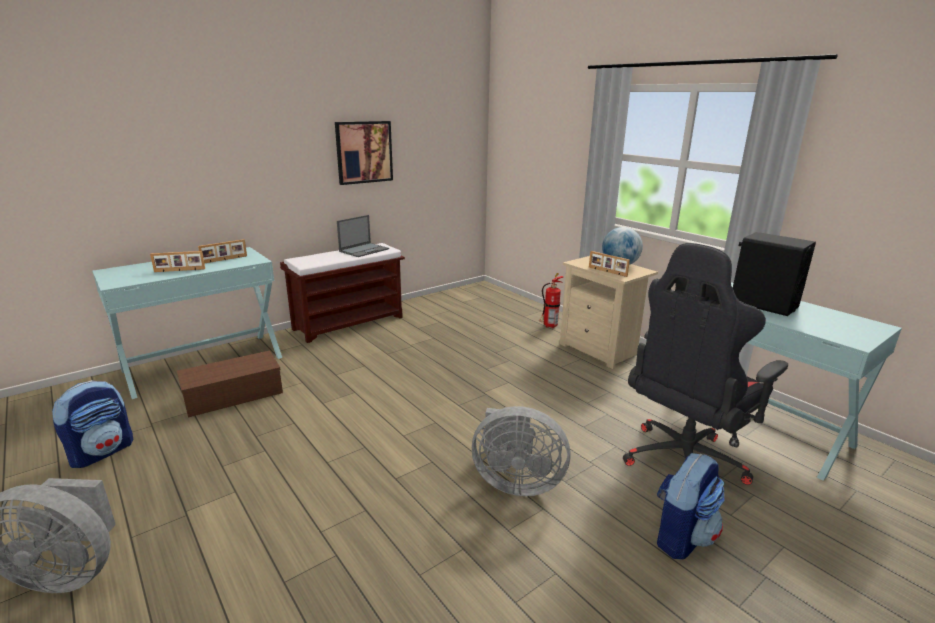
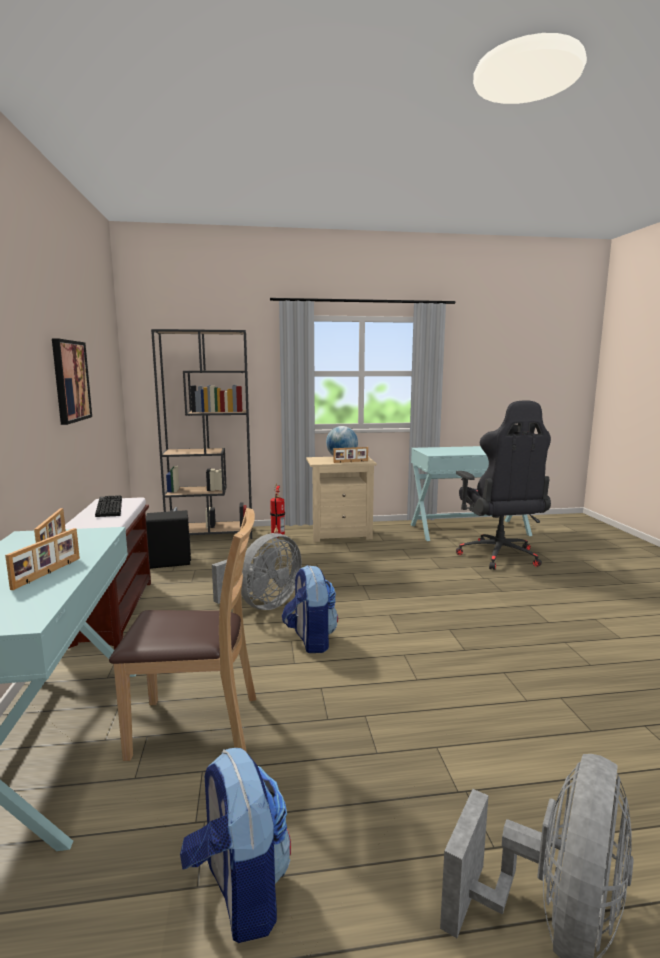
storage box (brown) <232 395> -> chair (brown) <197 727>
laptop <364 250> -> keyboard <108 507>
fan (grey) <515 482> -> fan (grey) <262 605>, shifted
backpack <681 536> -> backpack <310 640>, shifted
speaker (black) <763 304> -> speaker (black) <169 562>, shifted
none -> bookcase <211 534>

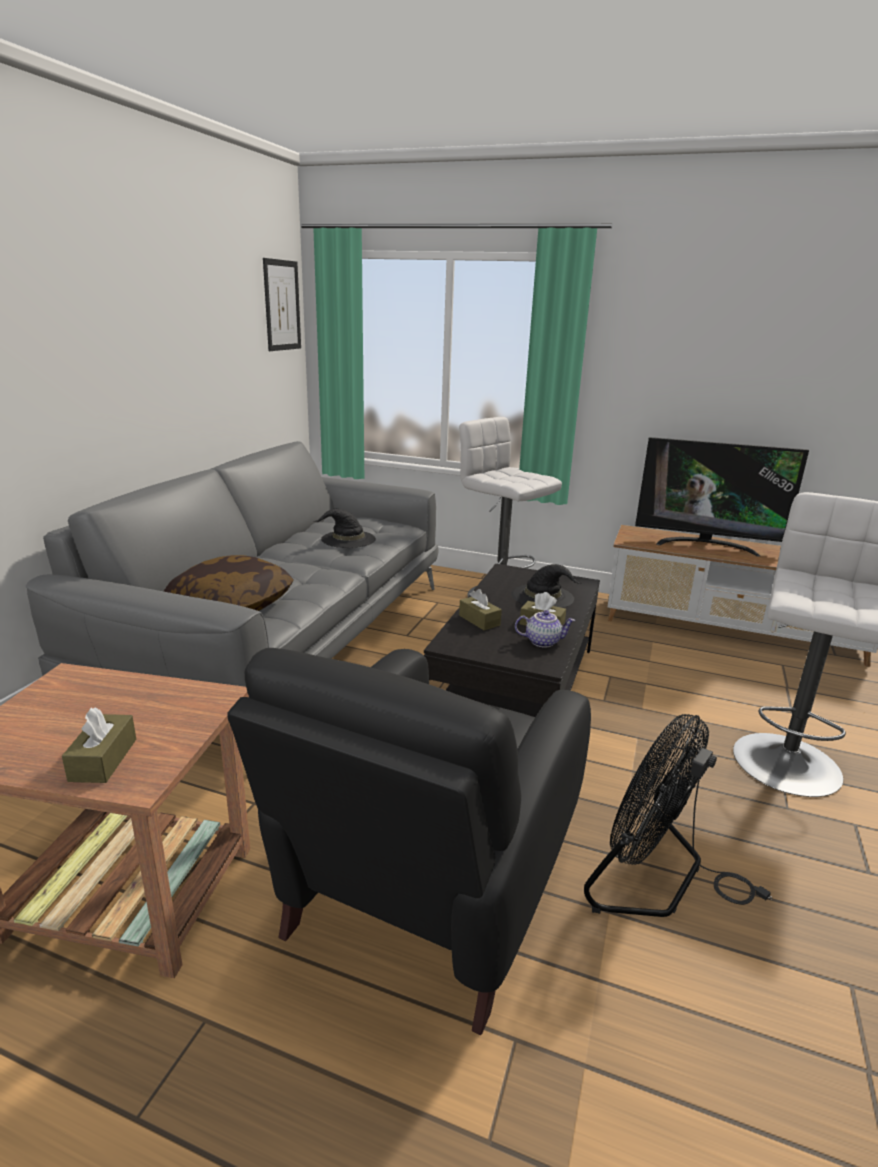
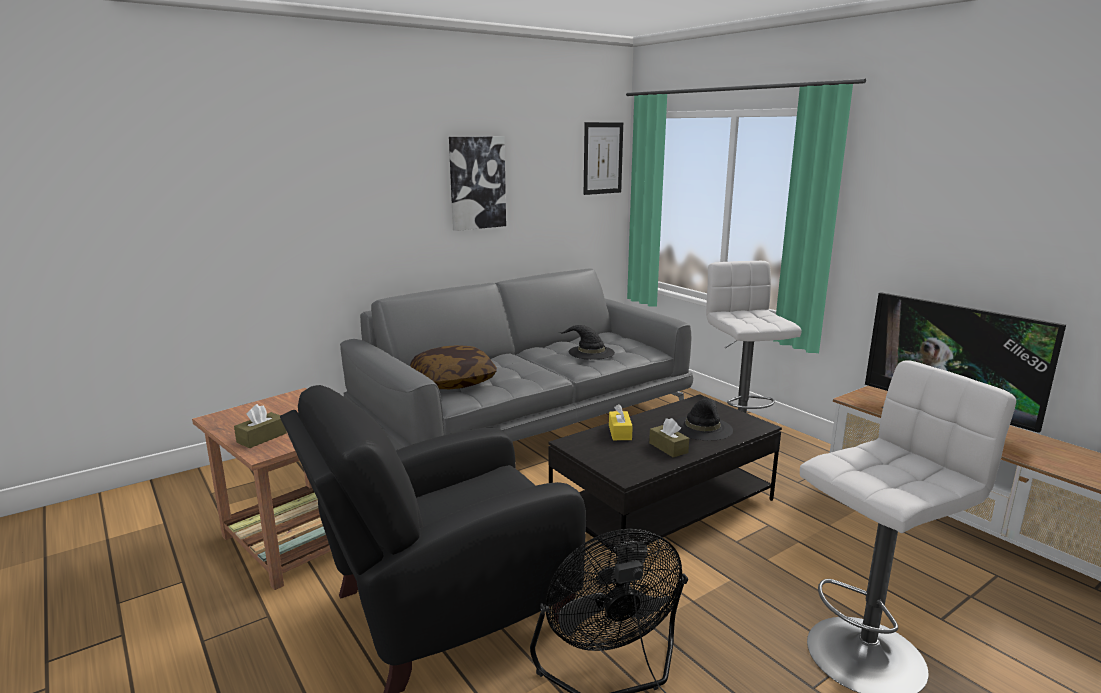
tissue box (brown) <479 620> -> tissue box (yellow) <620 432>
teapot <543 641> -> none
none -> picture <477 183>

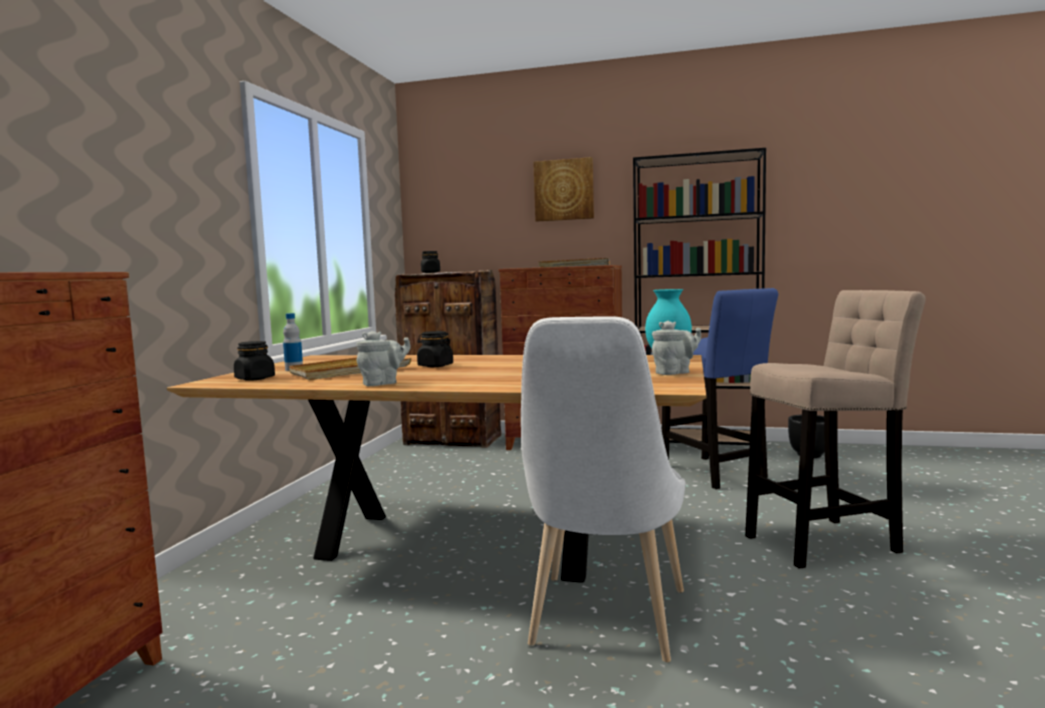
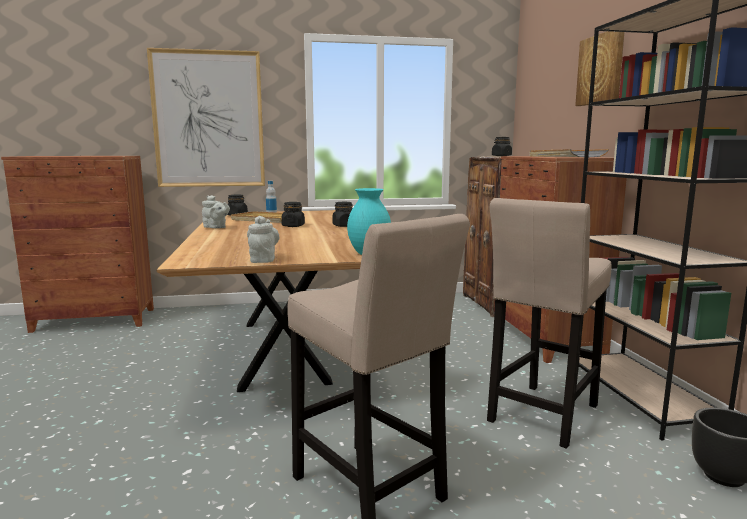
chair (white) <605 623> -> none
teapot (grey) <675 373> -> teapot (grey) <263 260>, 135 degrees counterclockwise
stool (blue) <715 474> -> stool (beige) <541 416>
none -> picture <208 119>
none -> jar (black) <344 226>

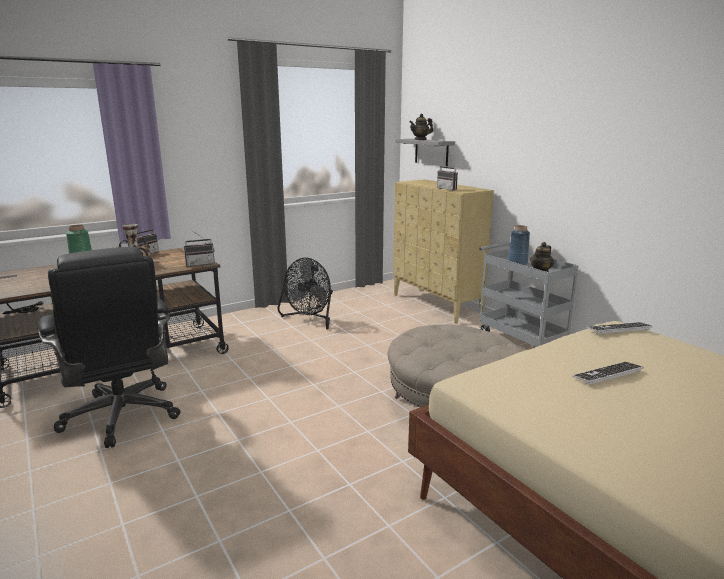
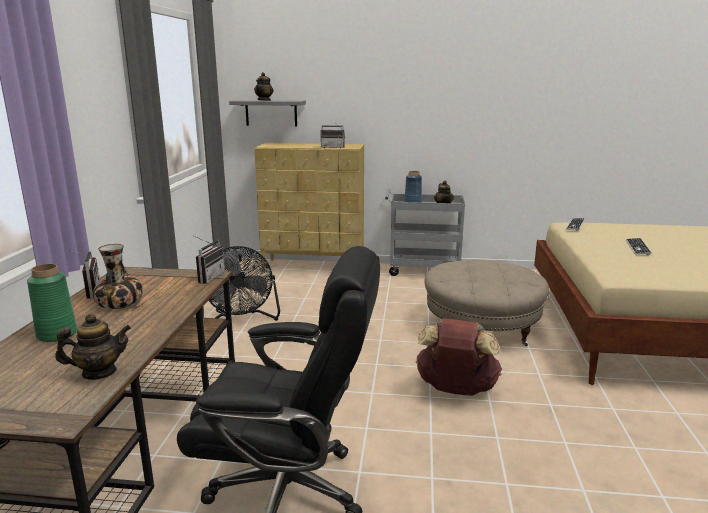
none -> teapot <99 372>
none -> backpack (brown) <455 390>

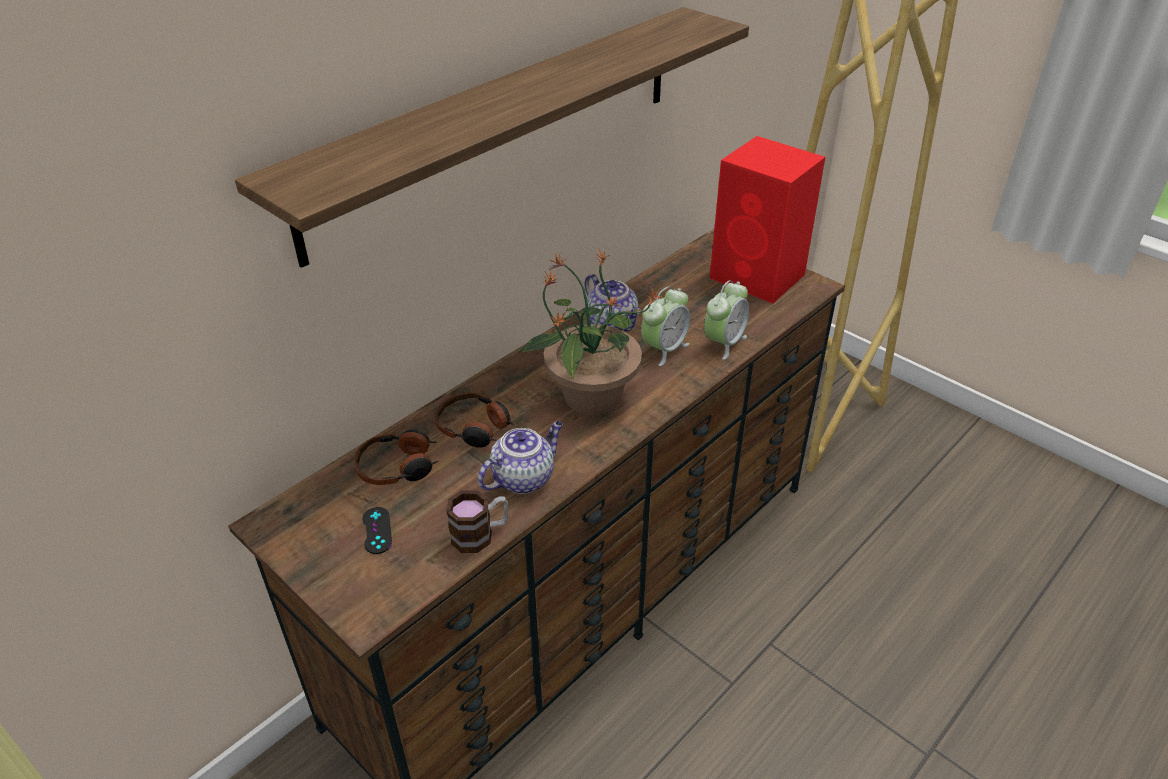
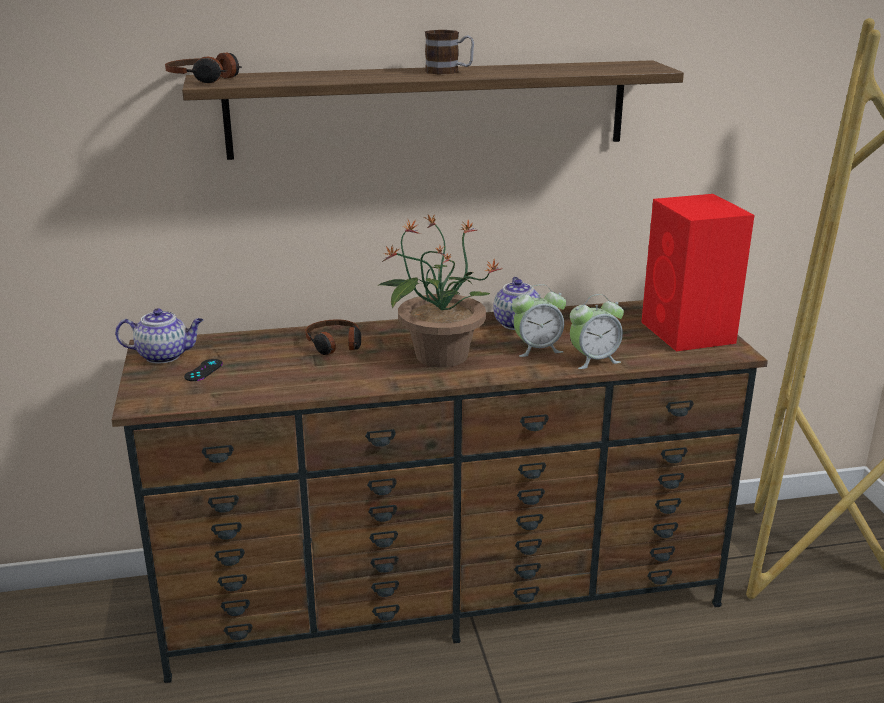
headphones <398 467> -> headphones <204 79>, shifted
mug <480 534> -> mug <449 71>, shifted
teapot <523 477> -> teapot <164 356>, shifted

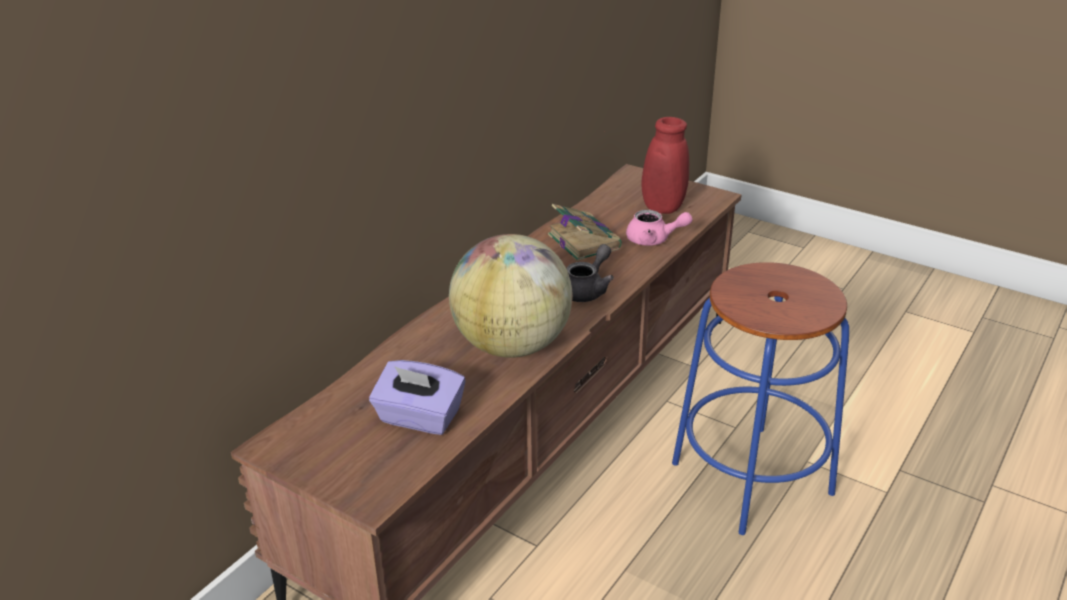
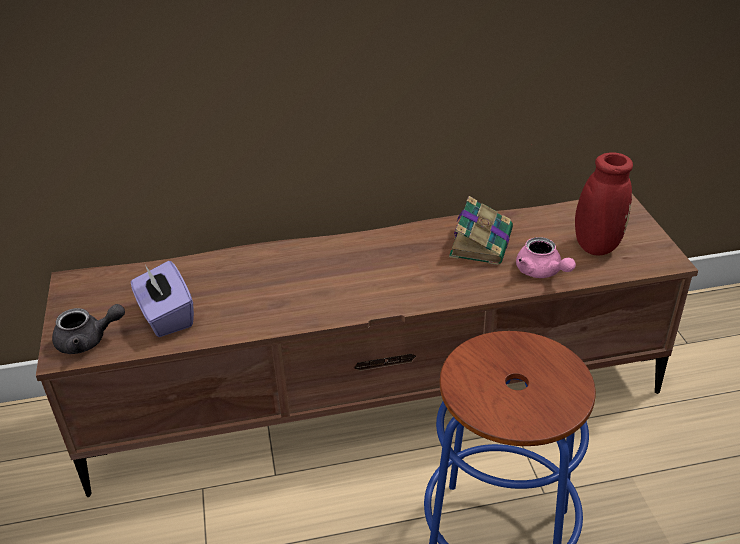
globe <512 345> -> none
teapot (grey) <587 290> -> teapot (grey) <88 341>, shifted

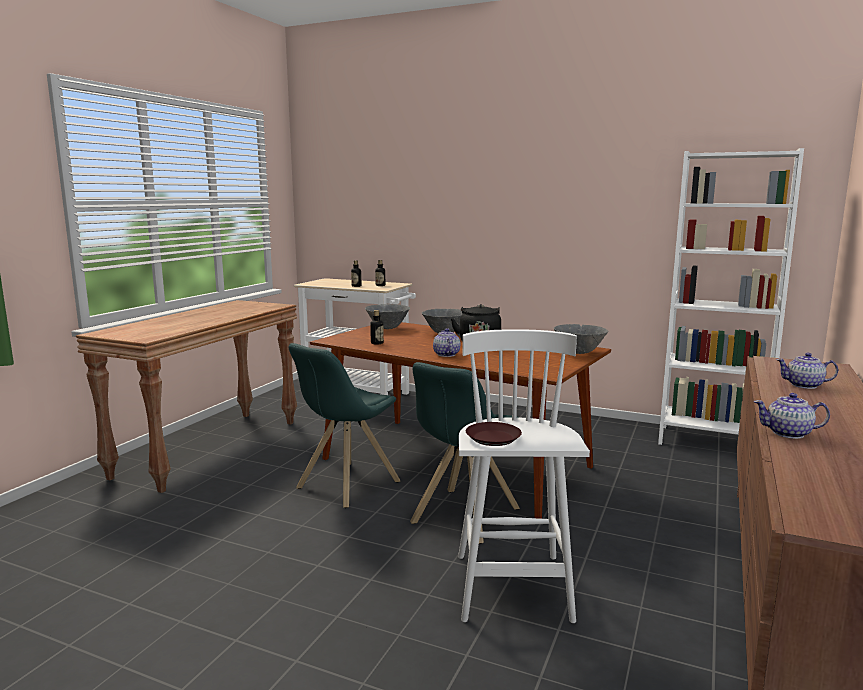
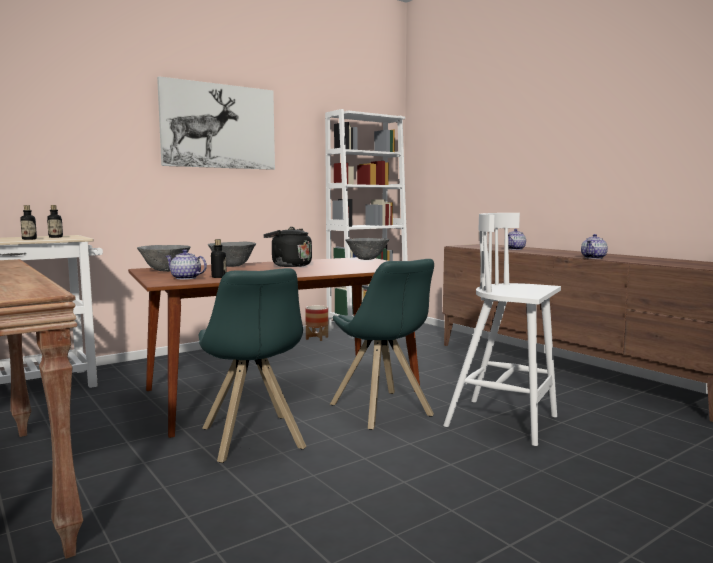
teapot <446 354> -> teapot <186 278>, shifted
plate (brown) <492 438> -> none
none -> picture <219 126>
none -> planter <317 338>

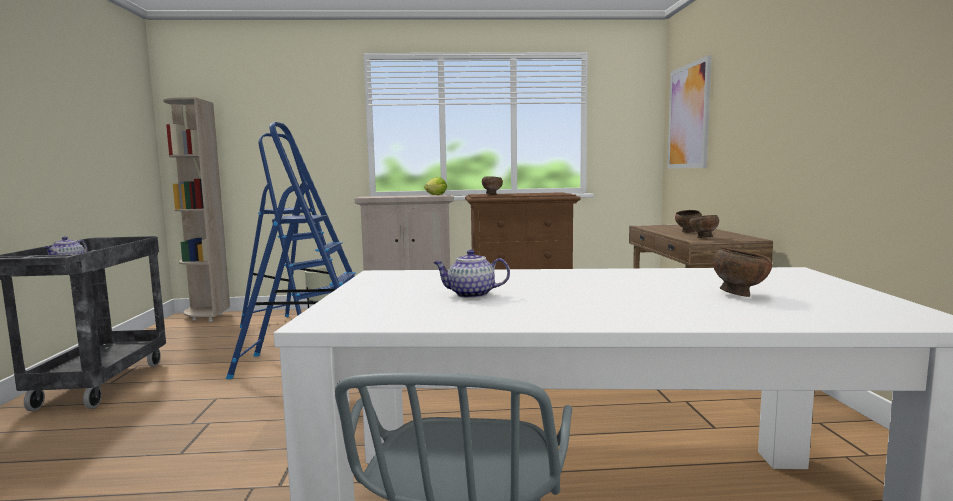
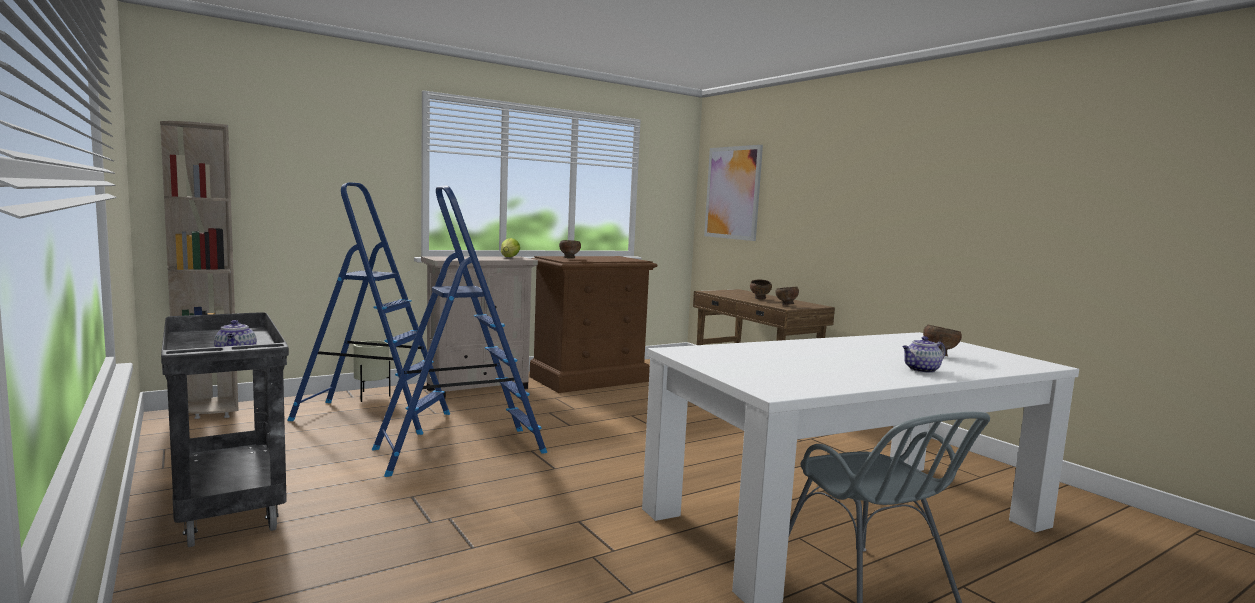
teapot <470 295> -> teapot <921 370>, shifted

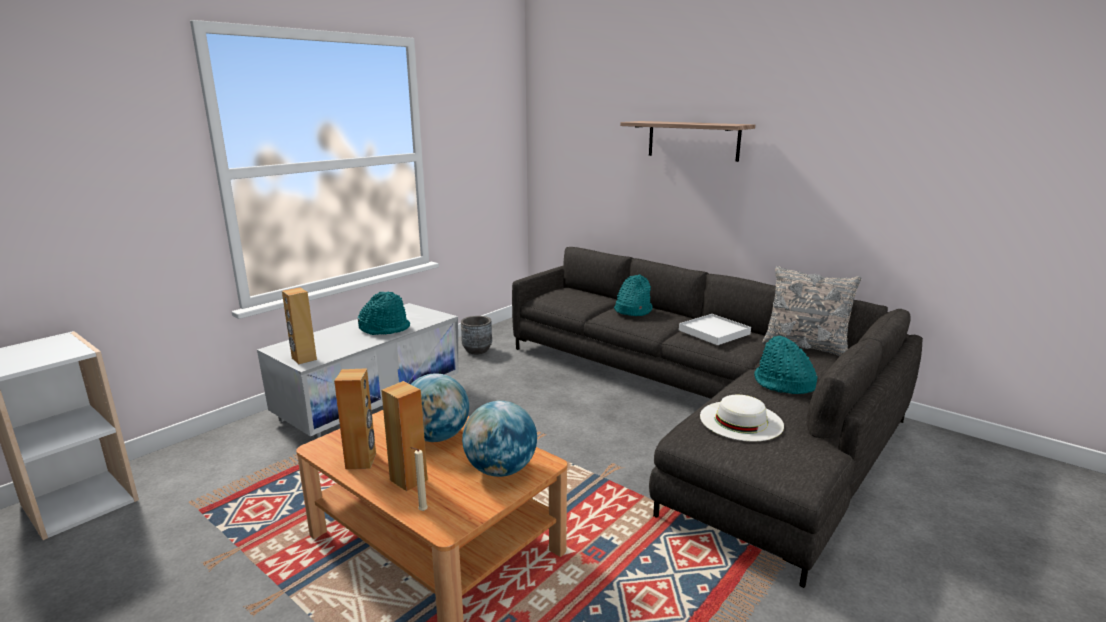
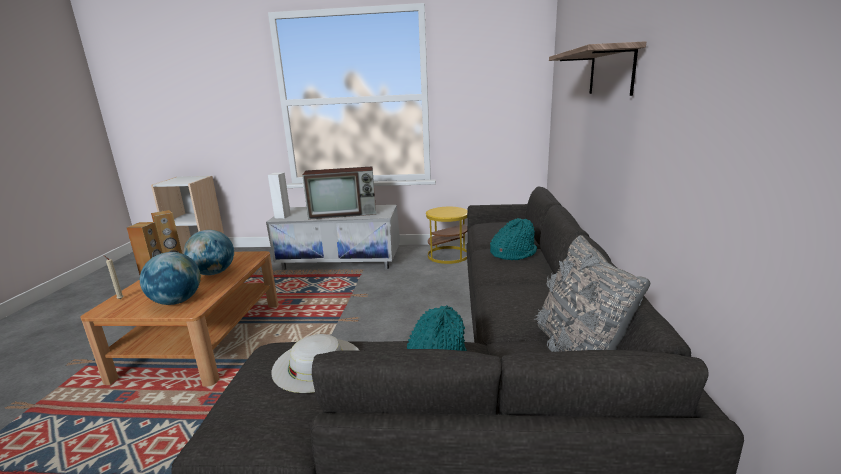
speaker (brown) <303 359> -> speaker (white) <282 216>
hat (turquoise) <385 328> -> television <344 213>
planter (grey) <477 350> -> side table (yellow) <448 255>
tray (white) <714 332> -> none

